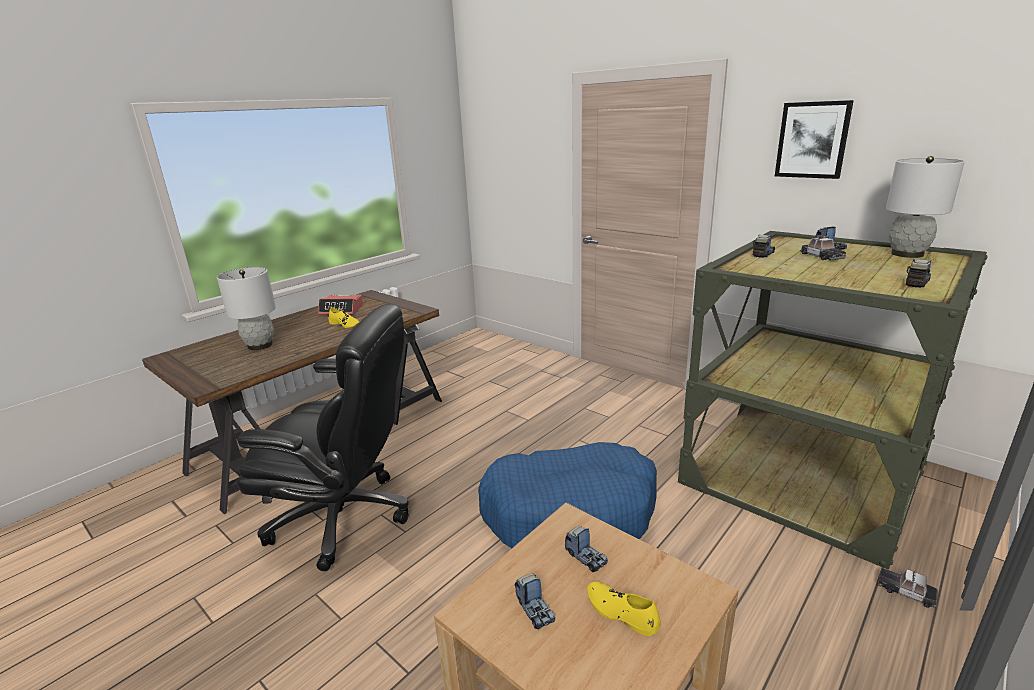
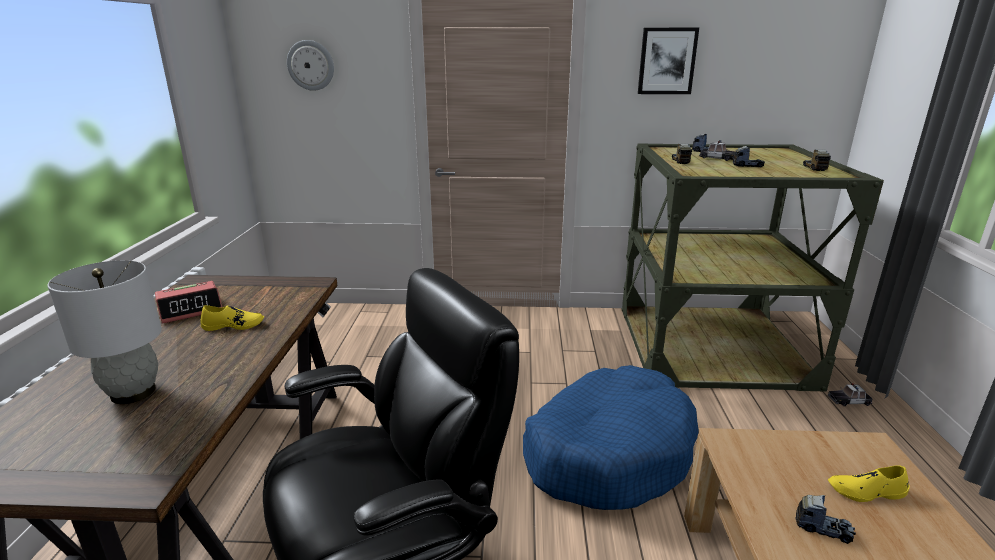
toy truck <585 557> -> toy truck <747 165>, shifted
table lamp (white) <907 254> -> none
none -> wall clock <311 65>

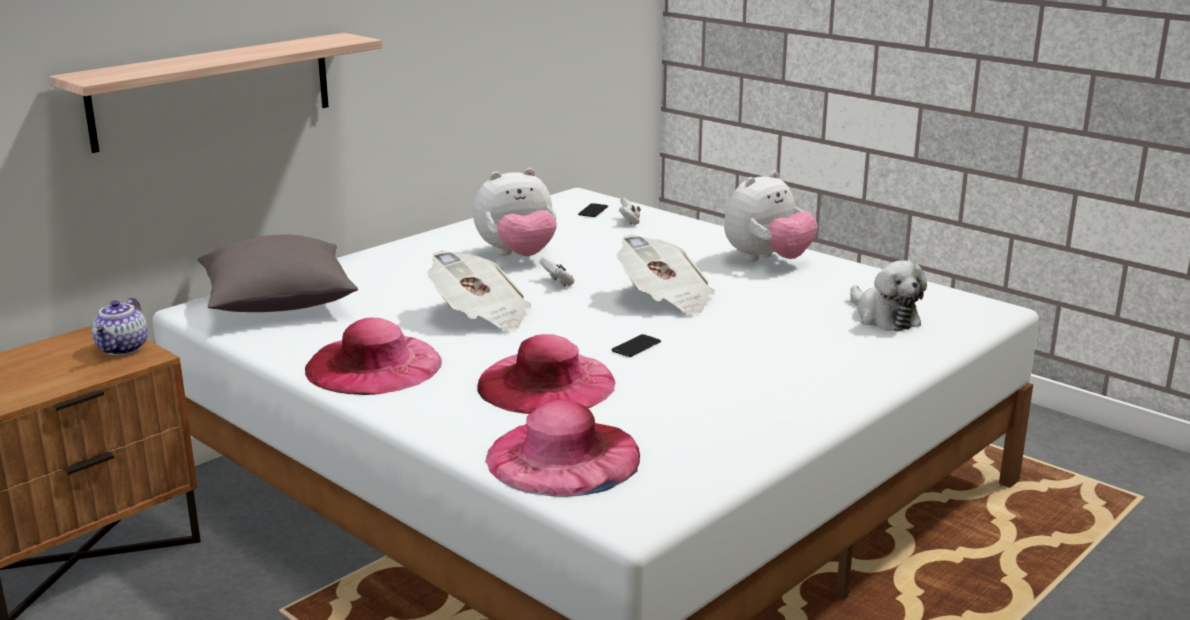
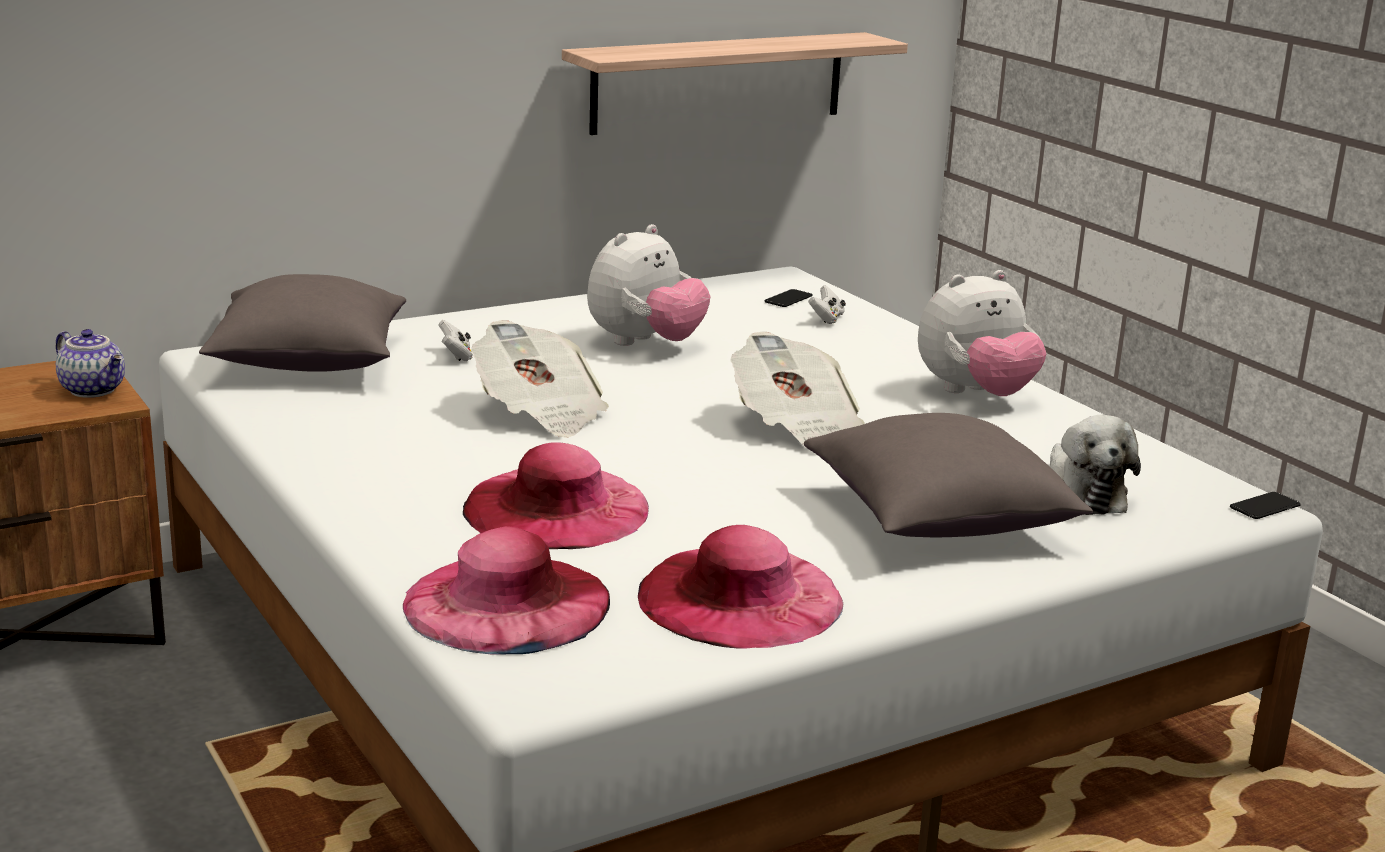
shelf <213 90> -> shelf <719 82>, shifted
teapot <123 349> -> teapot <94 390>, 75 degrees counterclockwise
hat (pink) <374 365> -> hat (pink) <740 597>, shifted
plush toy <517 256> -> plush toy <645 343>, 45 degrees counterclockwise
game controller (white) <558 283> -> game controller (white) <456 356>, shifted
phone <636 347> -> phone <1264 507>, shifted
none -> pillow (grey) <939 520>

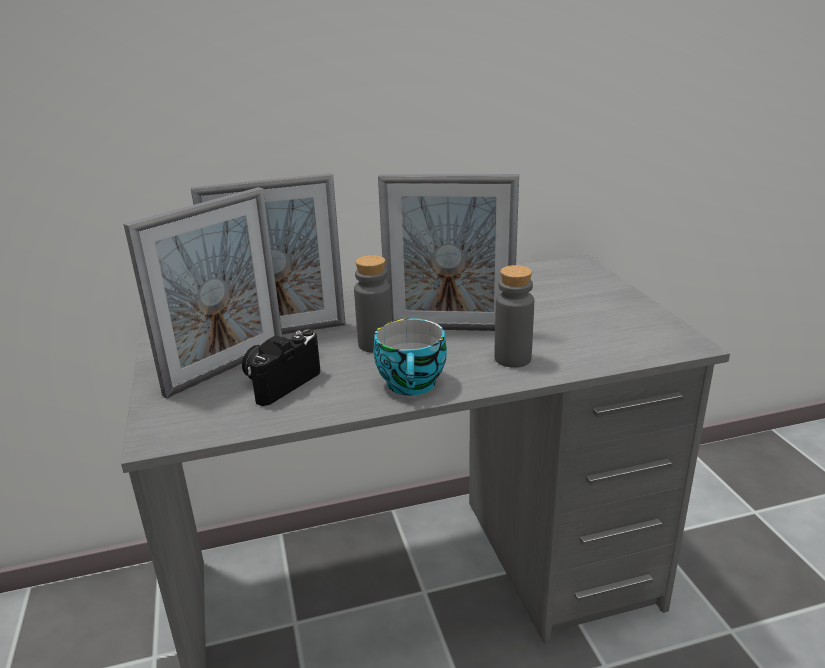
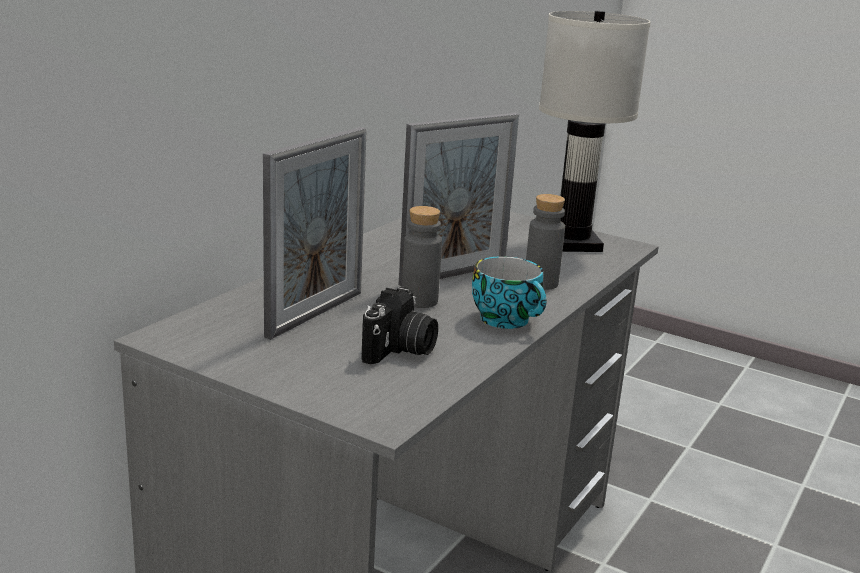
picture frame <226 368> -> none
photo camera <279 383> -> photo camera <400 350>, 150 degrees counterclockwise
none -> table lamp (white) <571 243>

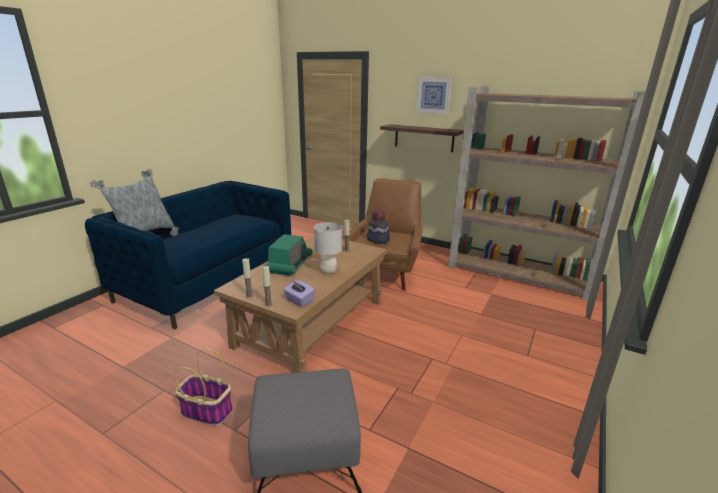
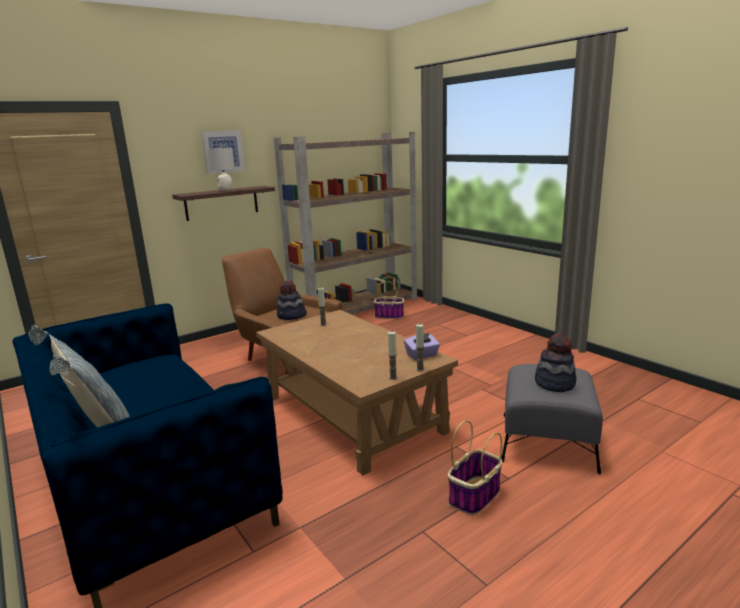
radio <290 264> -> none
table lamp (grey) <328 271> -> table lamp (grey) <226 190>, shifted
none -> basket <390 316>
none -> hat <554 383>

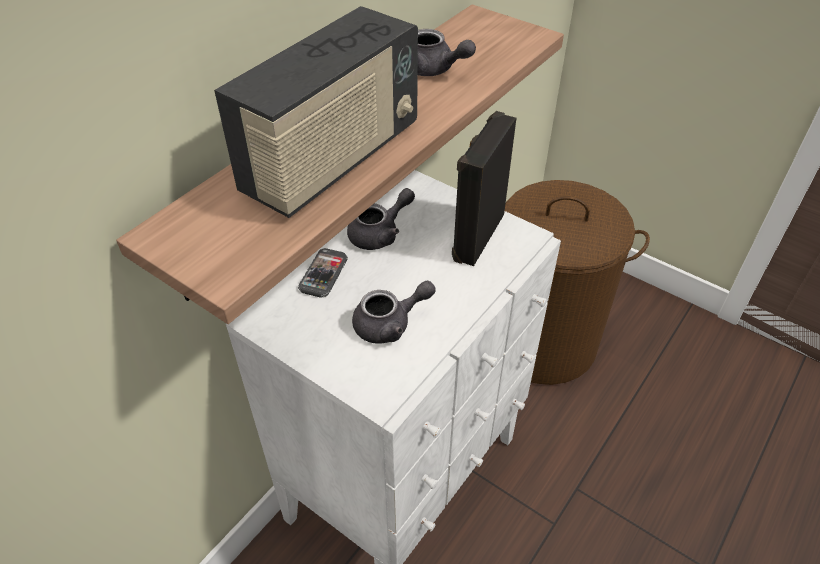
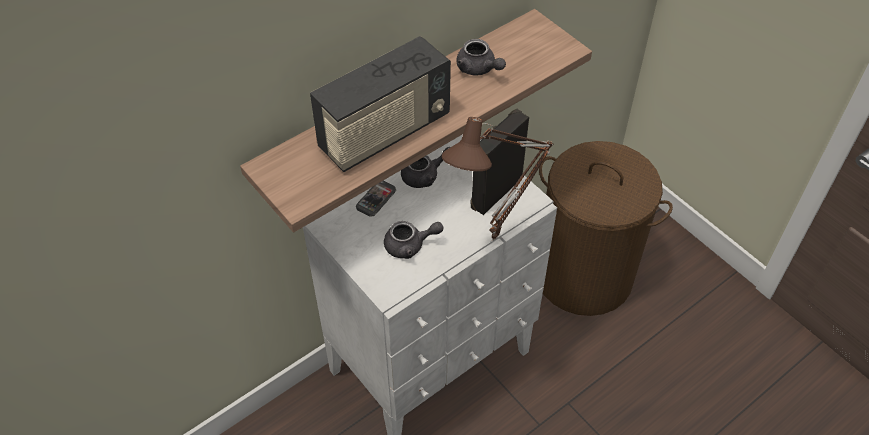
none -> table lamp (brown) <496 242>

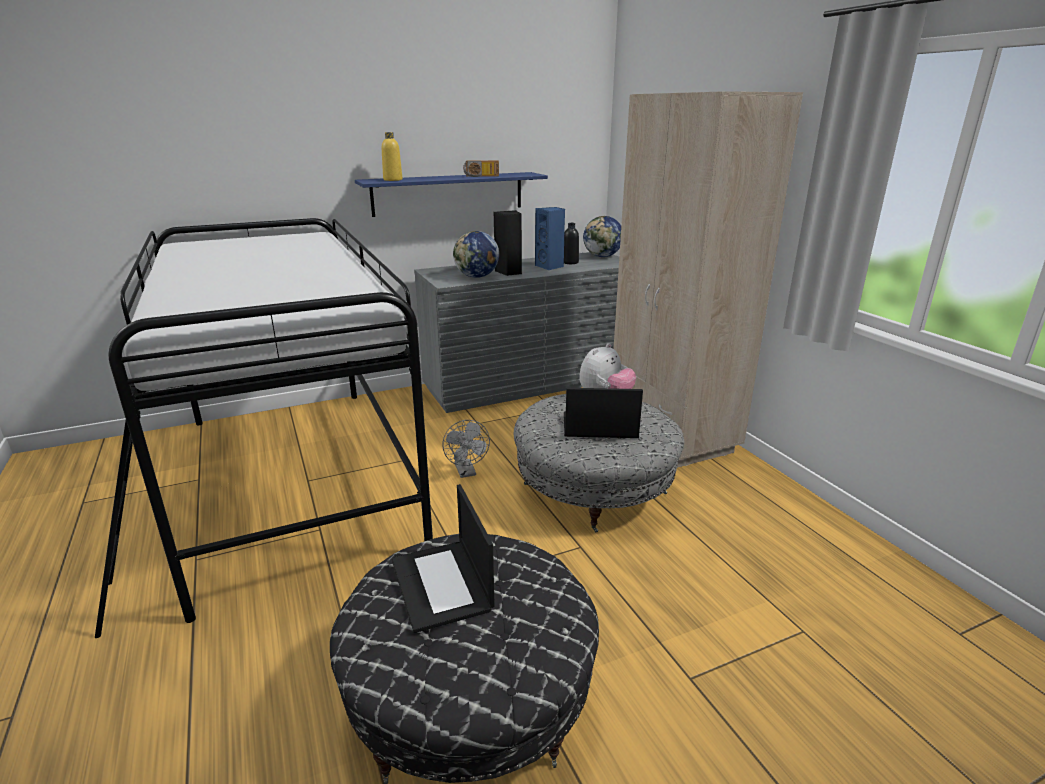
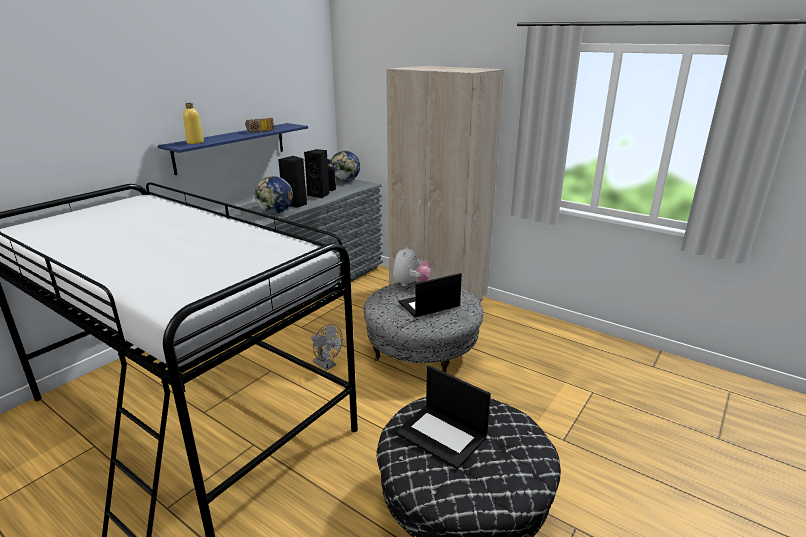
speaker (blue) <550 266> -> speaker (black) <319 195>

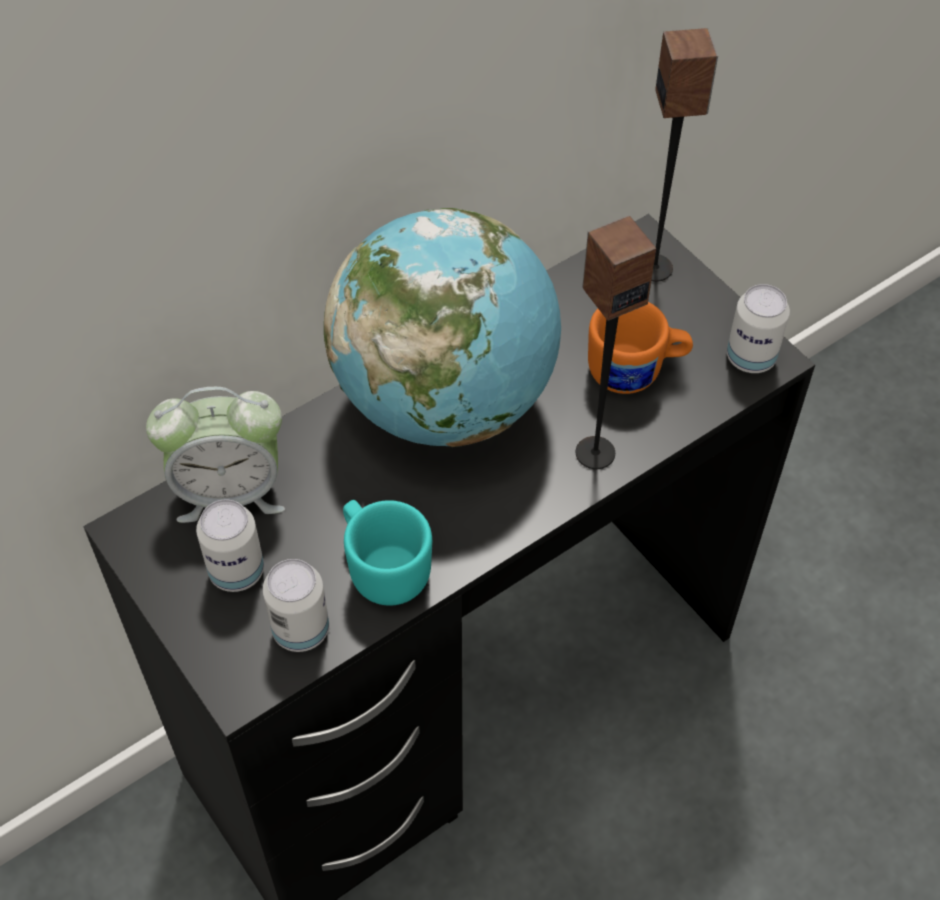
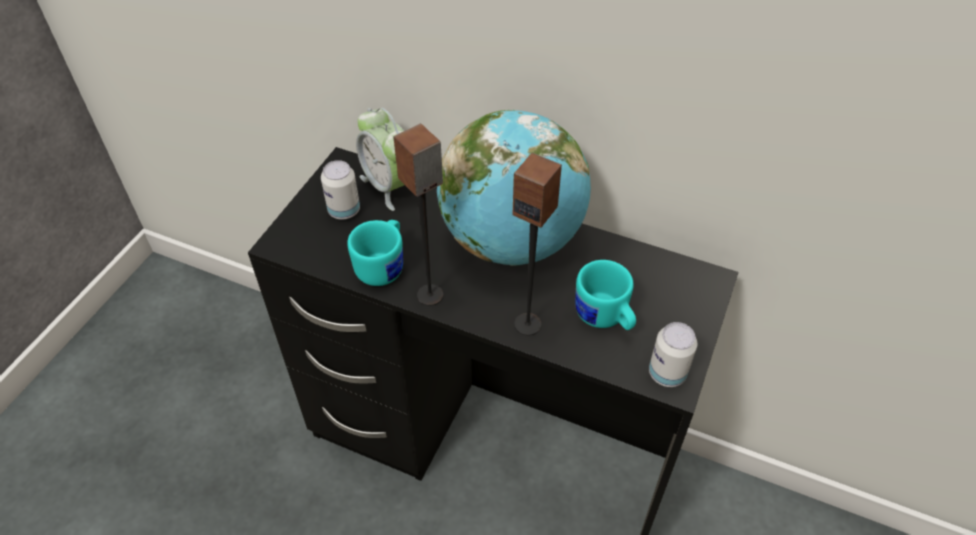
can <301 630> -> none
mug (orange) <636 372> -> mug (turquoise) <604 318>
speaker <655 268> -> speaker <430 295>, shifted

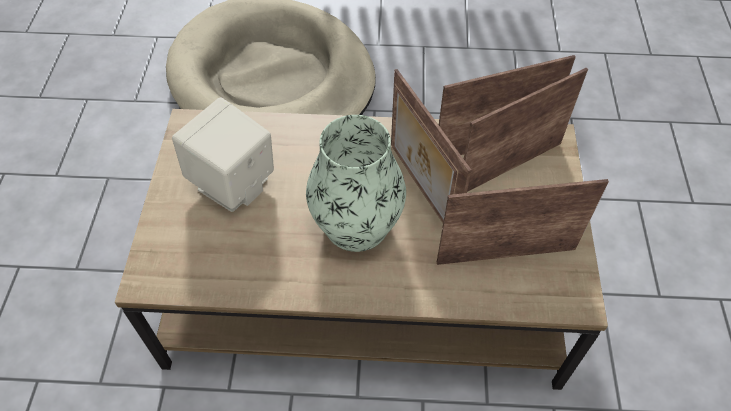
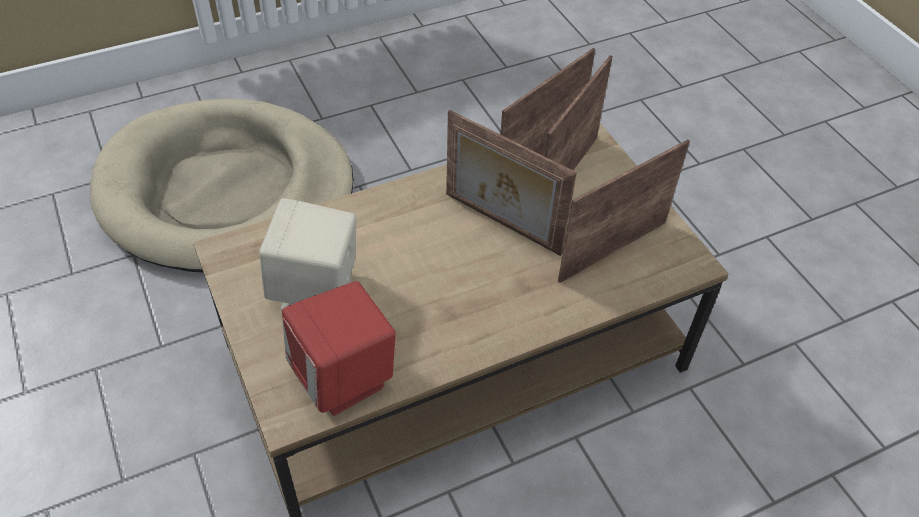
vase <357 224> -> none
none -> speaker (red) <344 378>

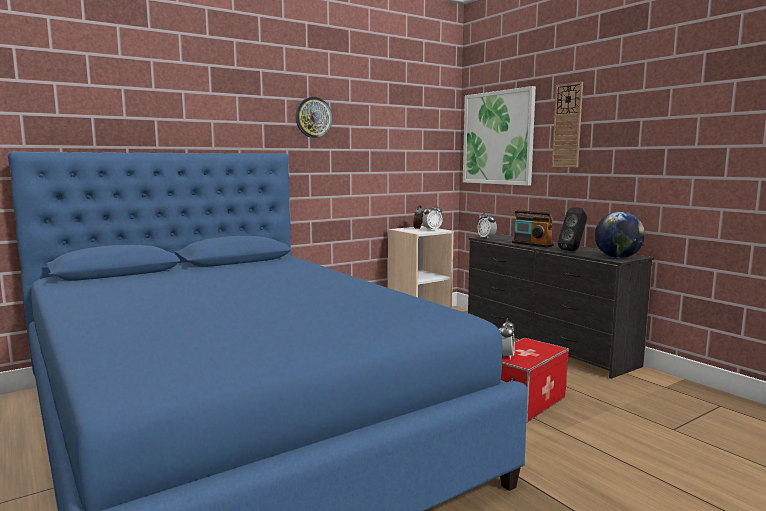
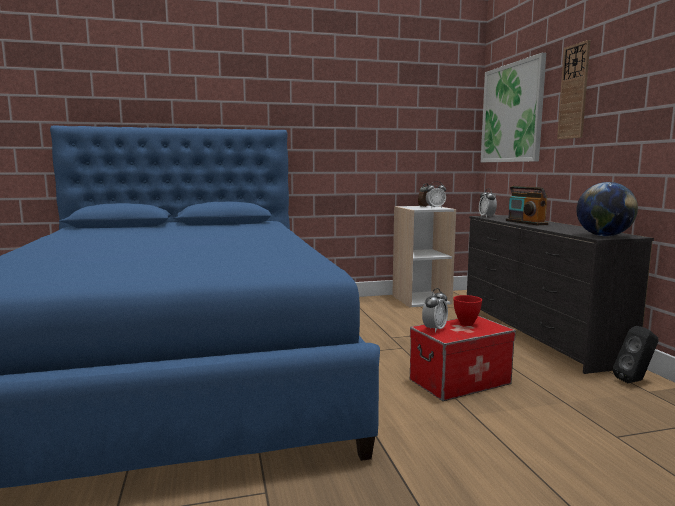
wall clock <313 117> -> none
speaker (black) <573 250> -> speaker (black) <635 381>, shifted
none -> bowl (red) <466 324>

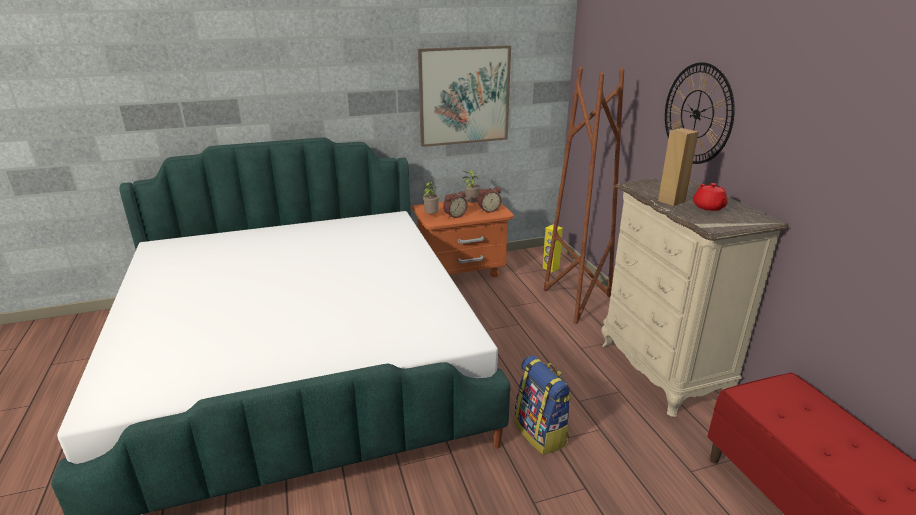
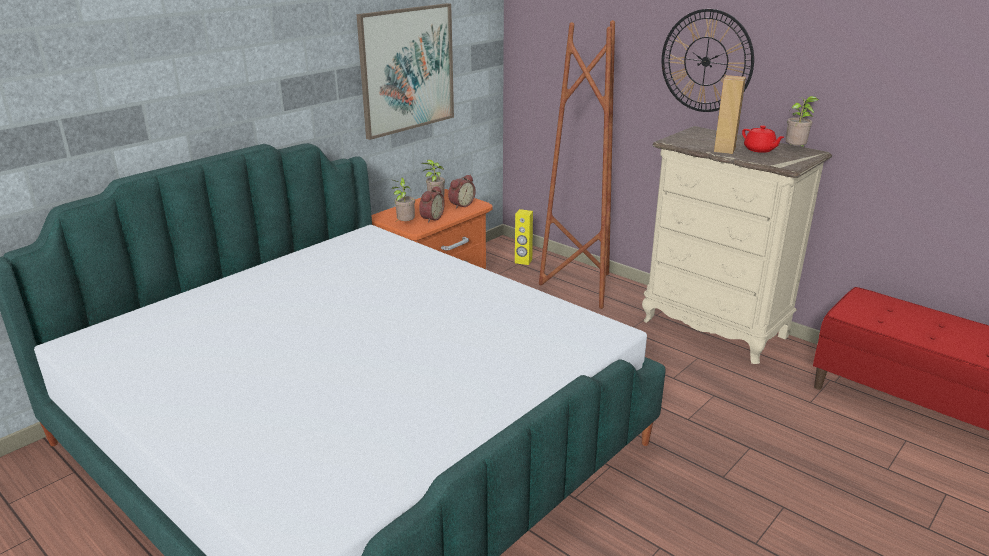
backpack <541 433> -> none
none -> potted plant <795 150>

